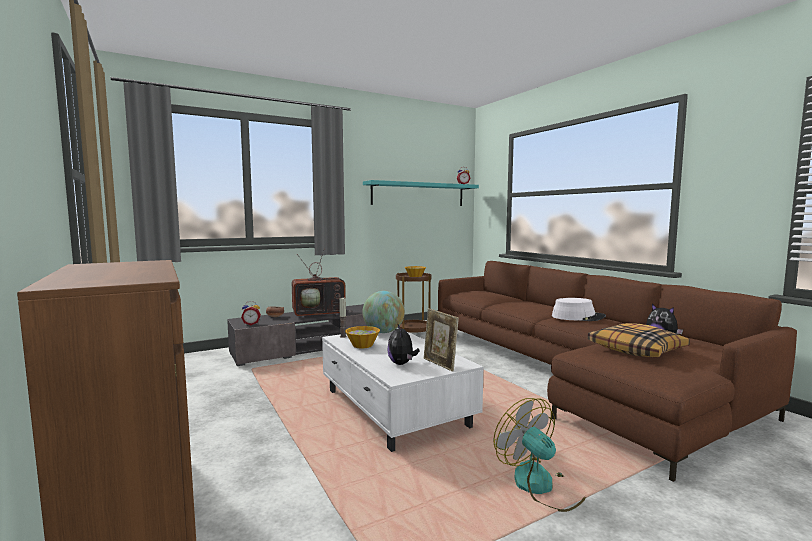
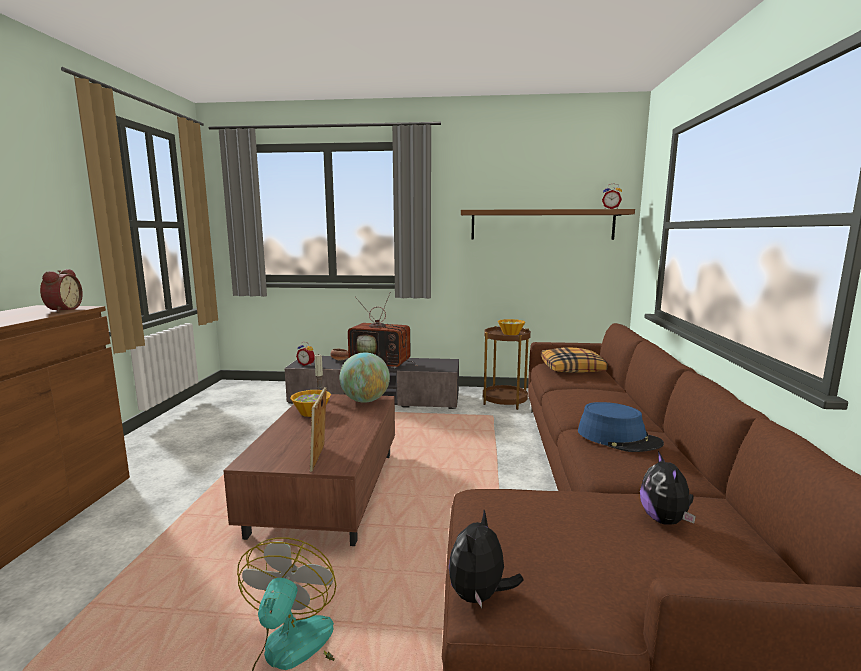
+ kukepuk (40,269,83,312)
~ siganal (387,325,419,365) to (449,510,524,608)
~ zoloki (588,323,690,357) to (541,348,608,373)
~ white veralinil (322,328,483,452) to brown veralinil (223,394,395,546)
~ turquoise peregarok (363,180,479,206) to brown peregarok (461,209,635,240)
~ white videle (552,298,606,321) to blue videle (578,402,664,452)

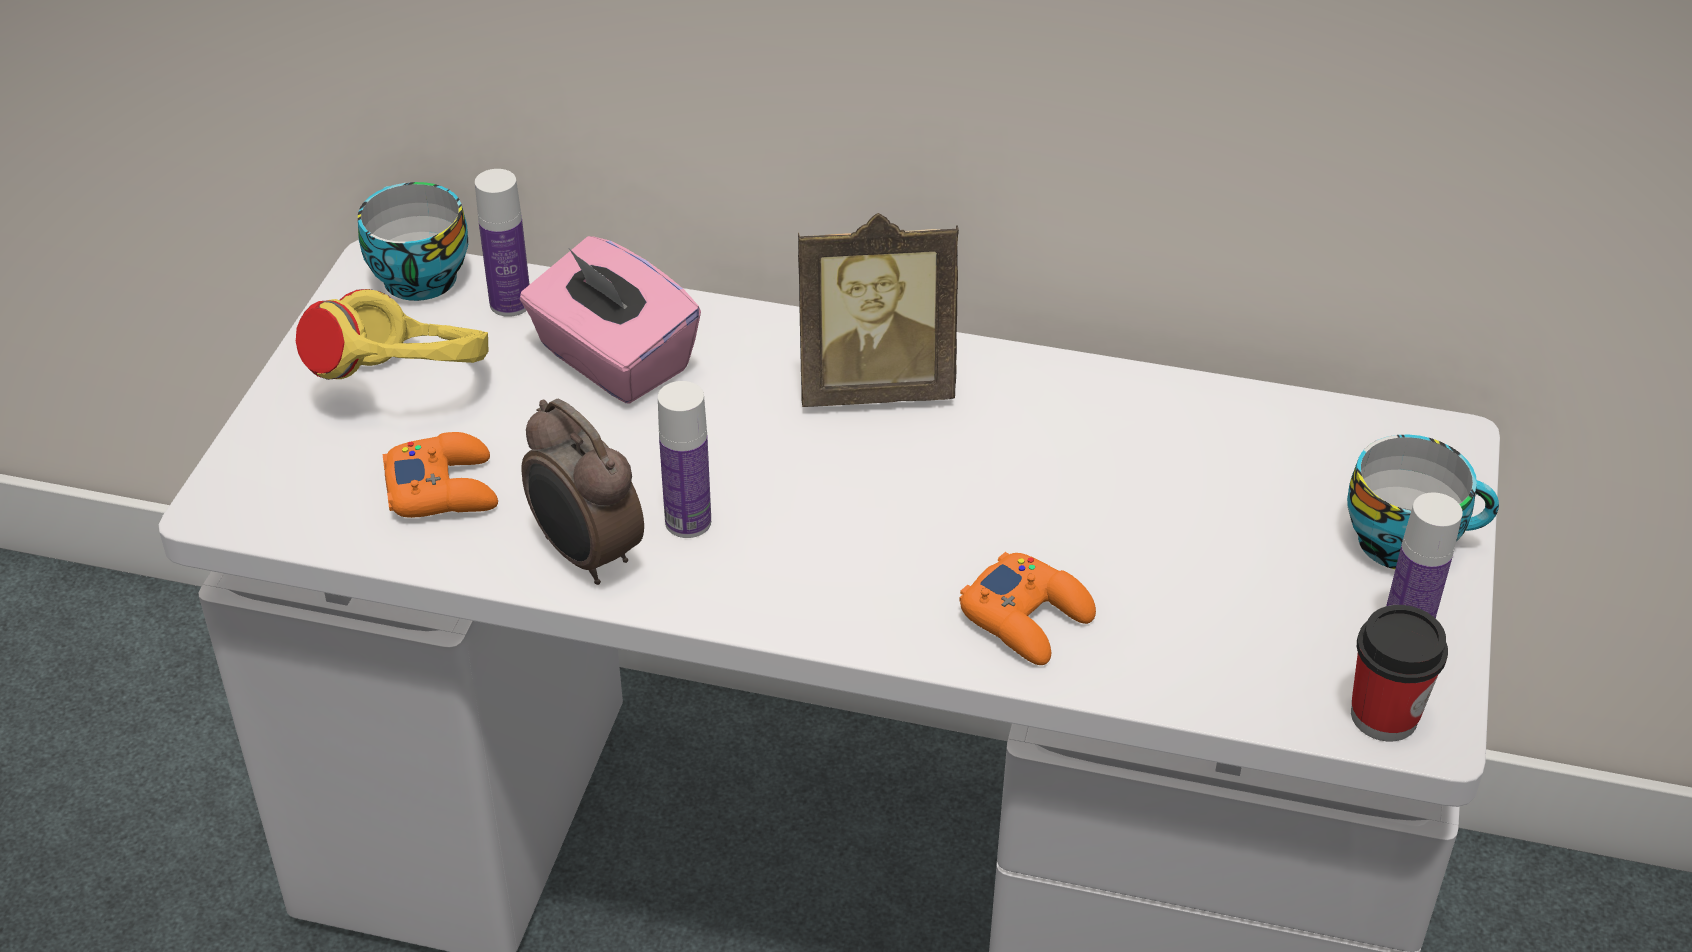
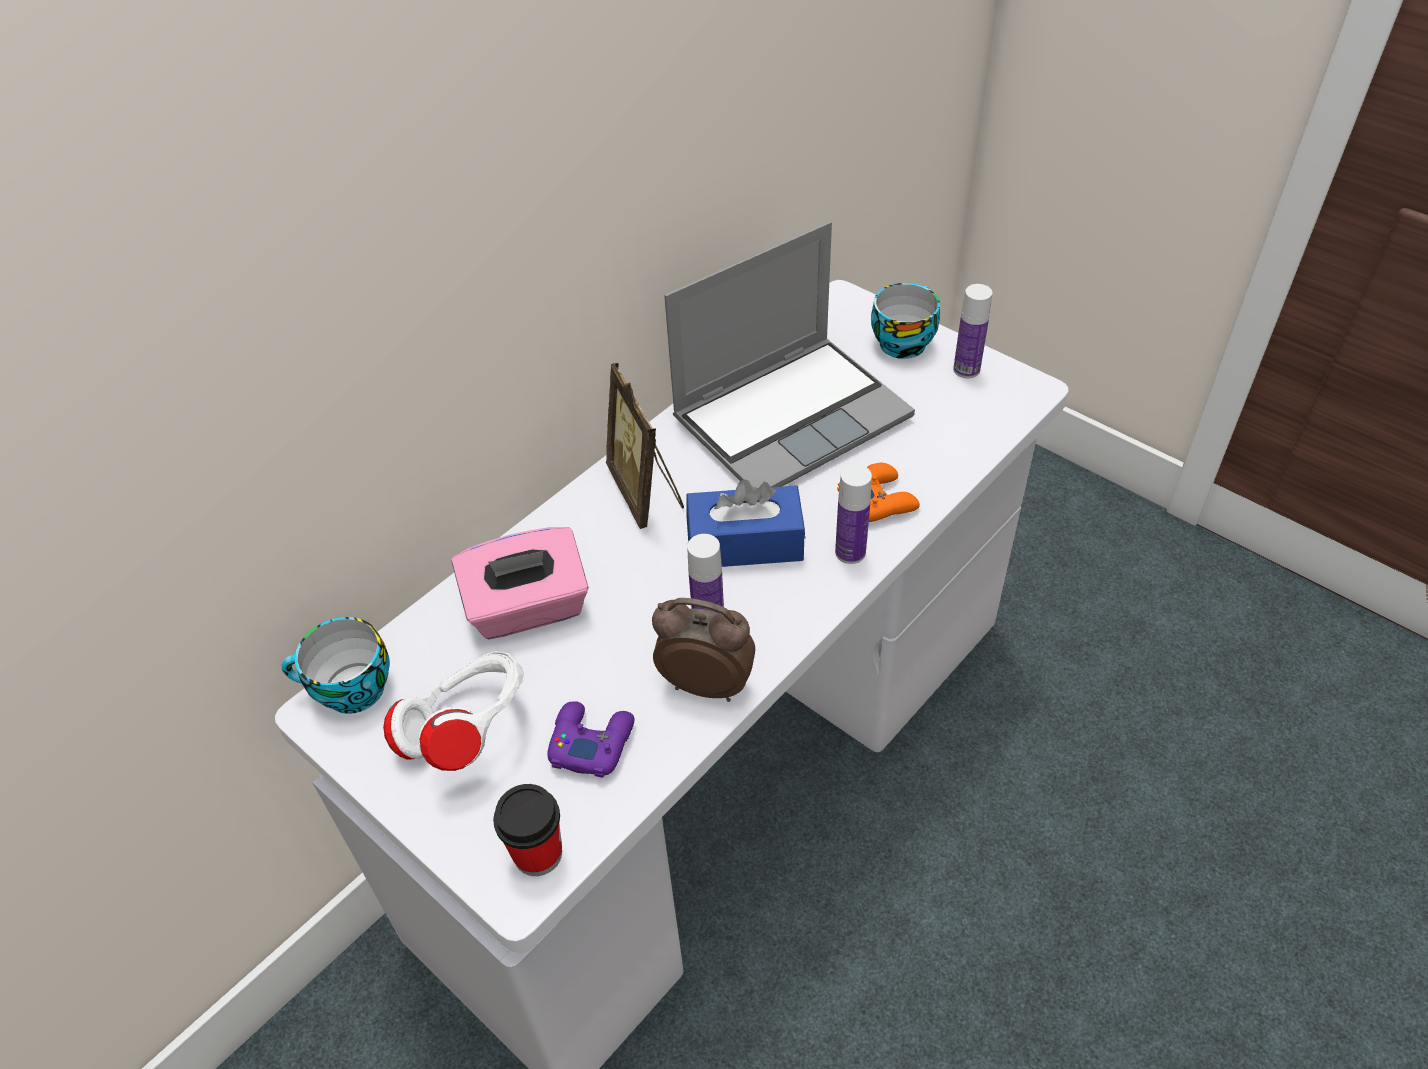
+ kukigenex (664,221,915,488)
+ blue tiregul (686,479,805,567)
~ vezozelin (475,169,530,317) to (835,464,872,564)
~ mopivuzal (1351,605,1448,741) to (493,784,562,876)
~ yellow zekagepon (296,289,488,380) to white zekagepon (383,651,524,771)
~ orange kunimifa (382,432,498,518) to purple kunimifa (547,701,634,778)
~ kukepuk (521,399,644,585) = (652,598,755,702) 150 degrees counterclockwise
~ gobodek (798,213,959,407) = (606,363,684,529) 135 degrees clockwise

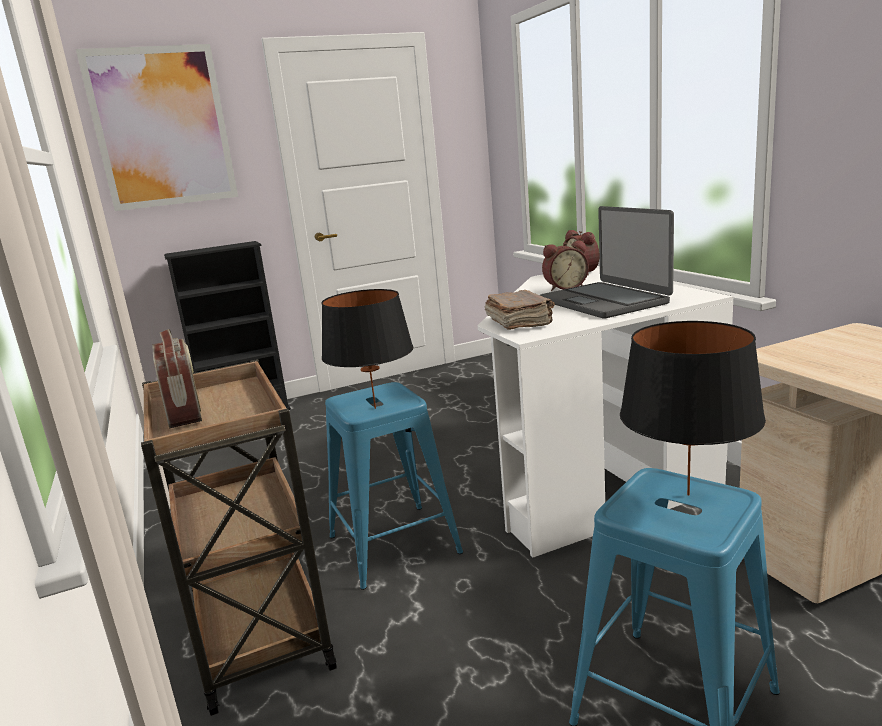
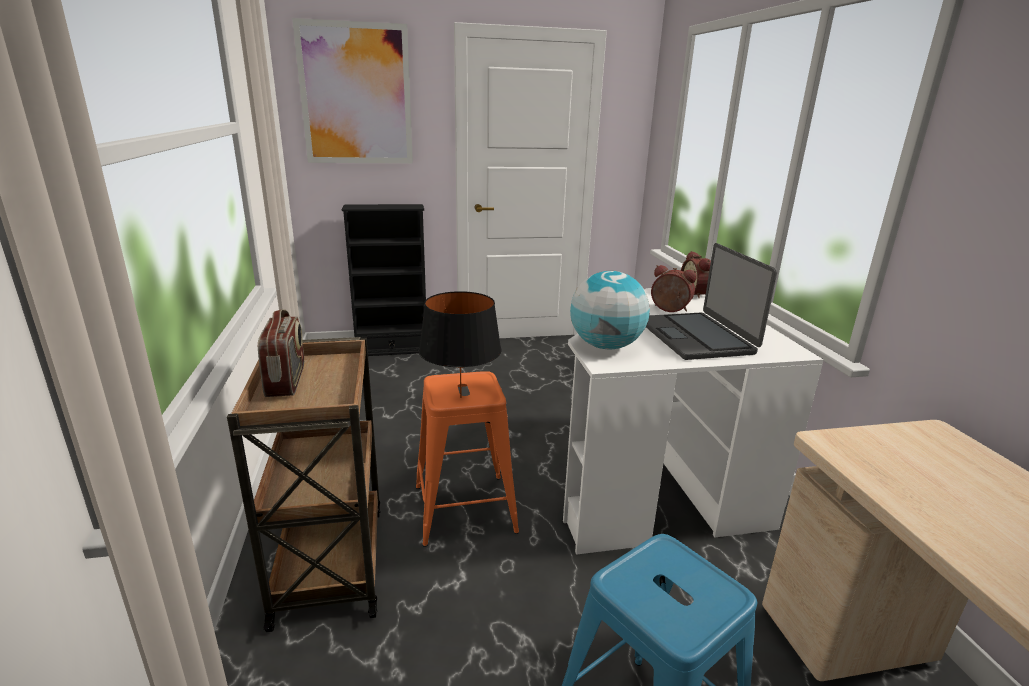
- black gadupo (620,321,766,496)
~ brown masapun (484,290,555,330) to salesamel (570,271,650,349)
~ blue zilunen (325,382,463,590) to orange zilunen (416,371,519,547)
~ kukepuk (542,240,589,291) = (651,265,697,312) 150 degrees counterclockwise

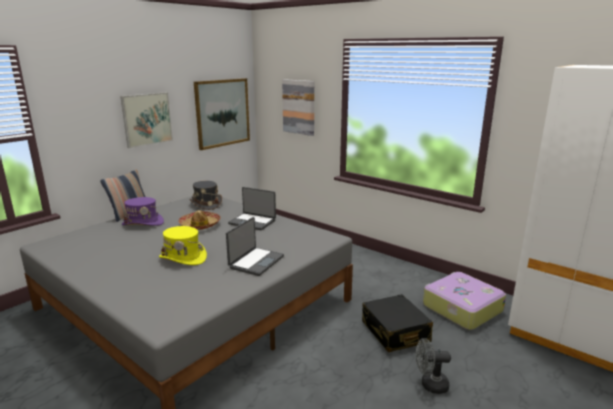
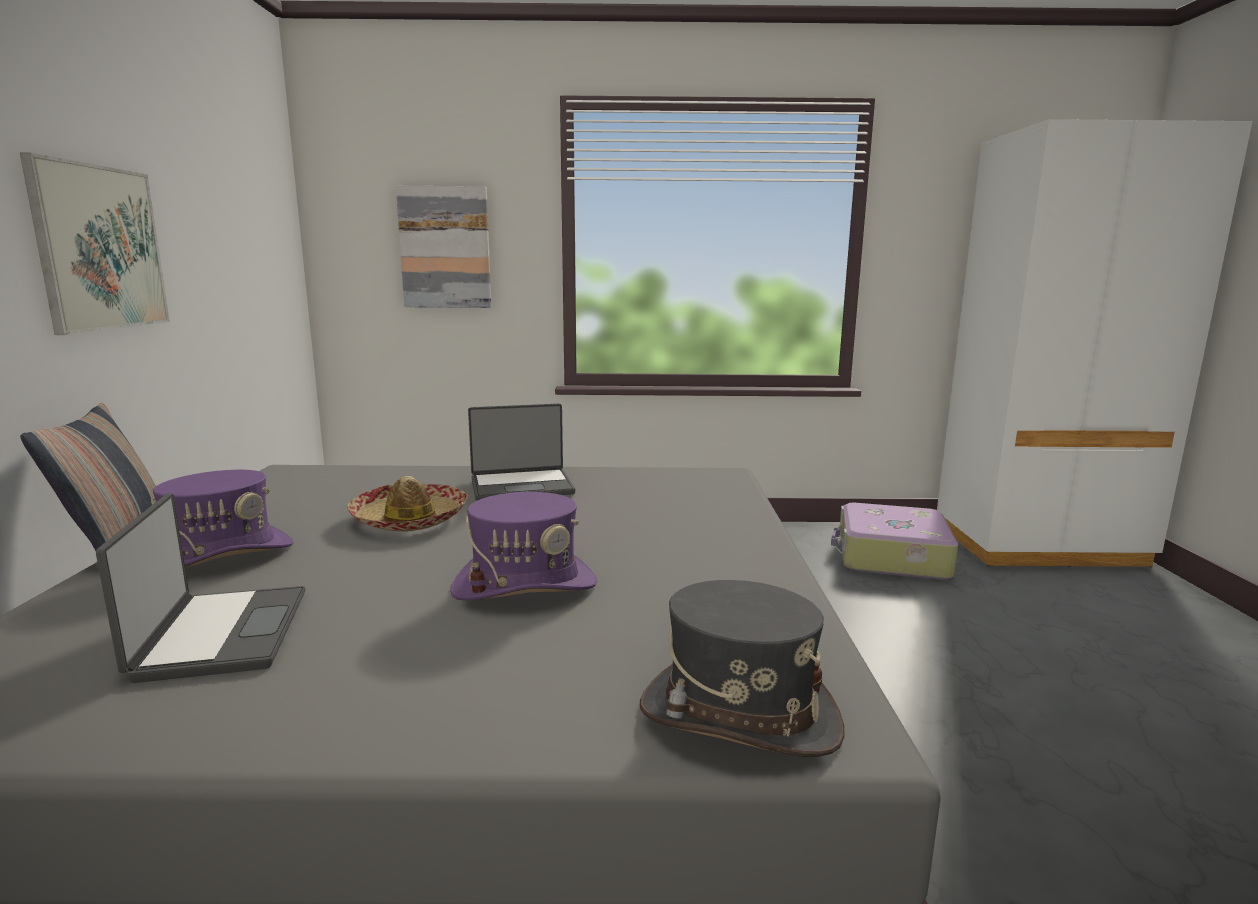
- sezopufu (194,78,250,150)
- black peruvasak (362,294,433,352)
- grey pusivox (416,338,451,394)
~ grey videle (189,181,222,210) to (640,580,845,757)
~ kukigenex (226,217,284,276) to (96,493,305,683)
~ yellow videle (159,226,207,265) to purple videle (450,492,597,601)

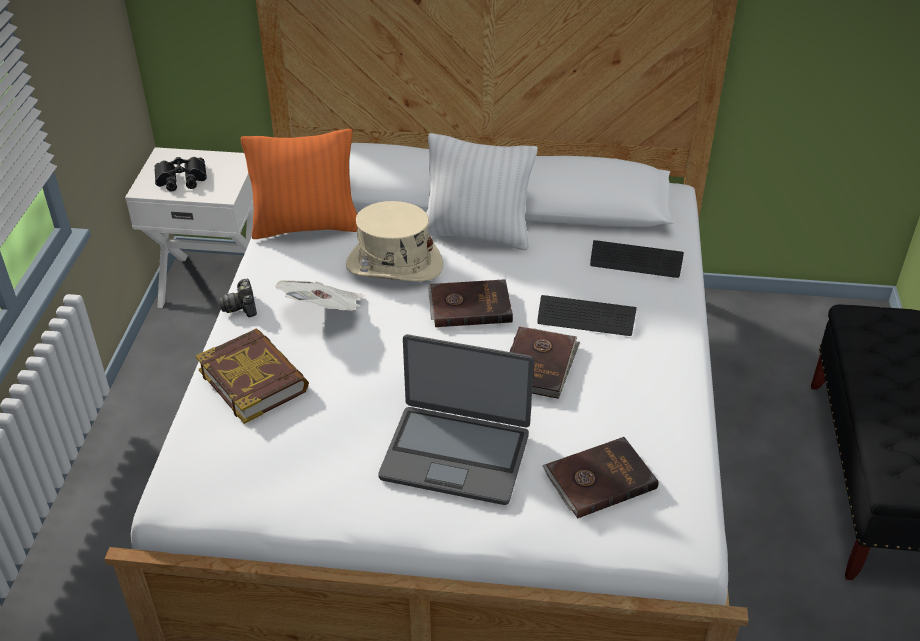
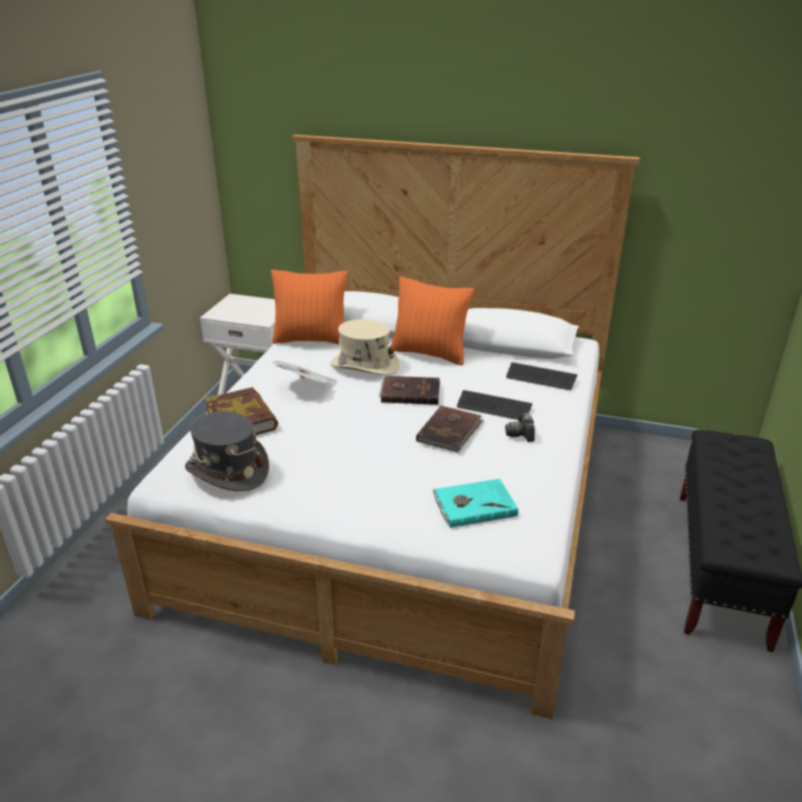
- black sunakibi (155,157,207,192)
- kukigenex (378,334,534,505)
+ grey videle (185,411,269,491)
~ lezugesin (219,279,257,317) to (505,413,535,442)
~ white zoloki (426,133,538,250) to orange zoloki (391,277,474,365)
~ brown masapun (543,437,658,519) to turquoise masapun (432,479,518,528)

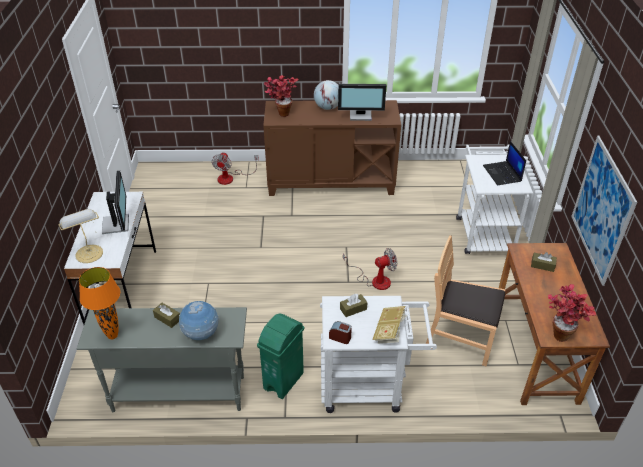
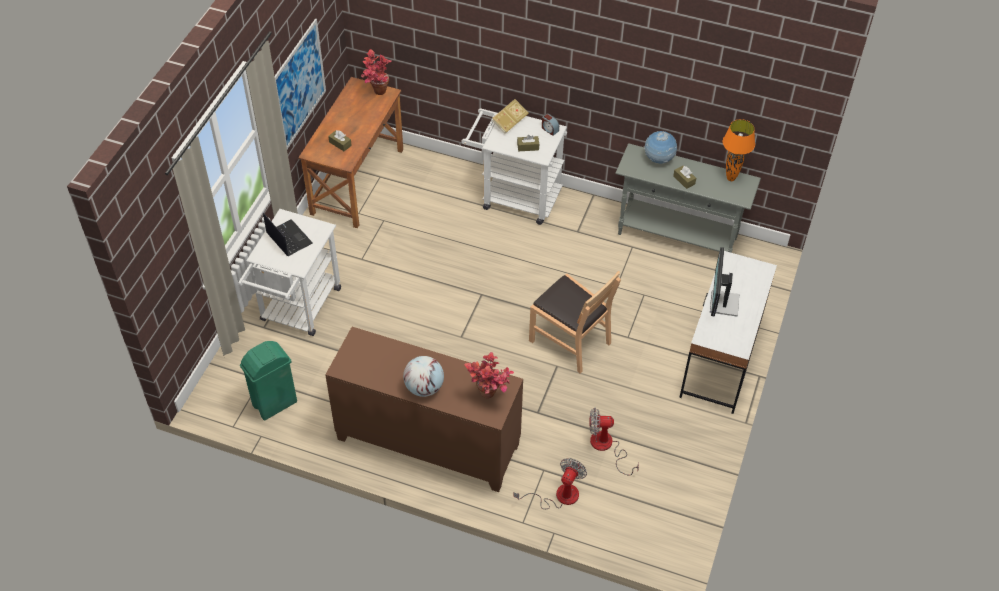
- gadupo (58,209,103,263)
- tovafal (338,84,386,121)
~ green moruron (257,314,304,399) to (240,341,297,421)
~ pusivox (343,248,397,290) to (589,408,639,476)
~ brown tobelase (426,235,505,367) to (529,271,621,373)
~ kukigenex (483,141,526,186) = (263,213,313,256) 45 degrees counterclockwise

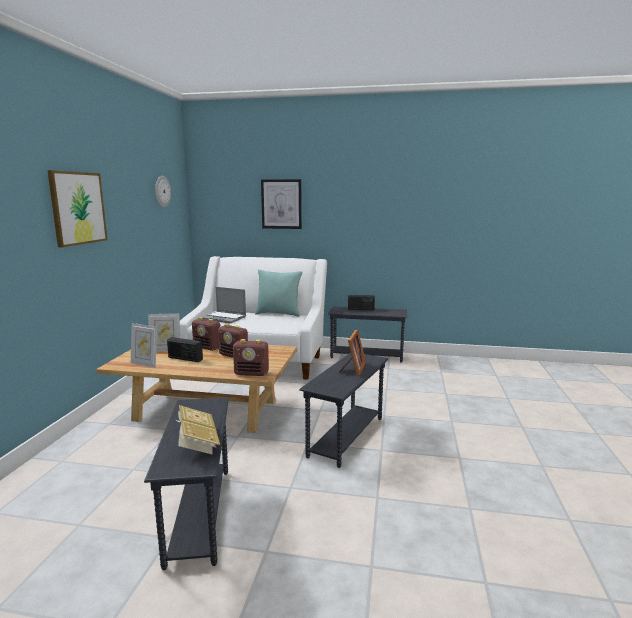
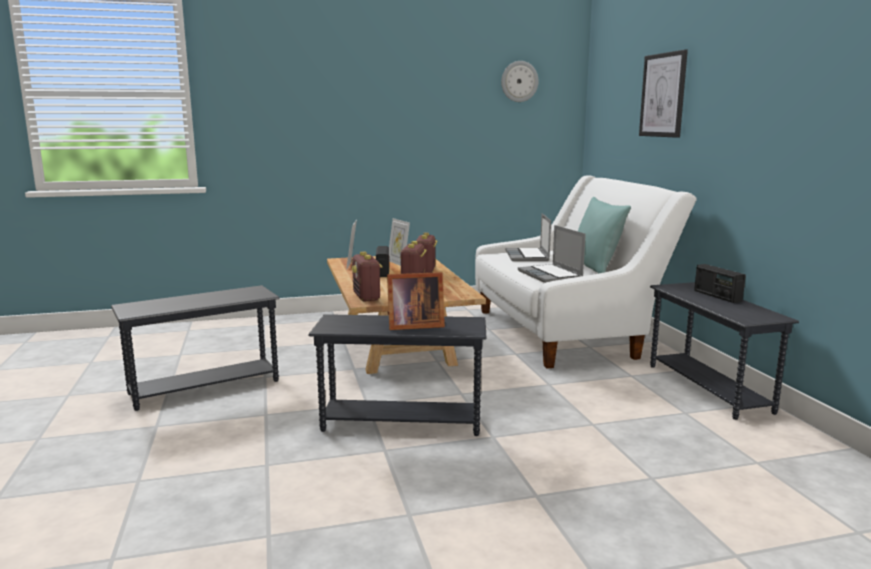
- sezopufu (47,170,107,247)
- masapun (176,405,220,454)
+ kukigenex (518,225,586,283)

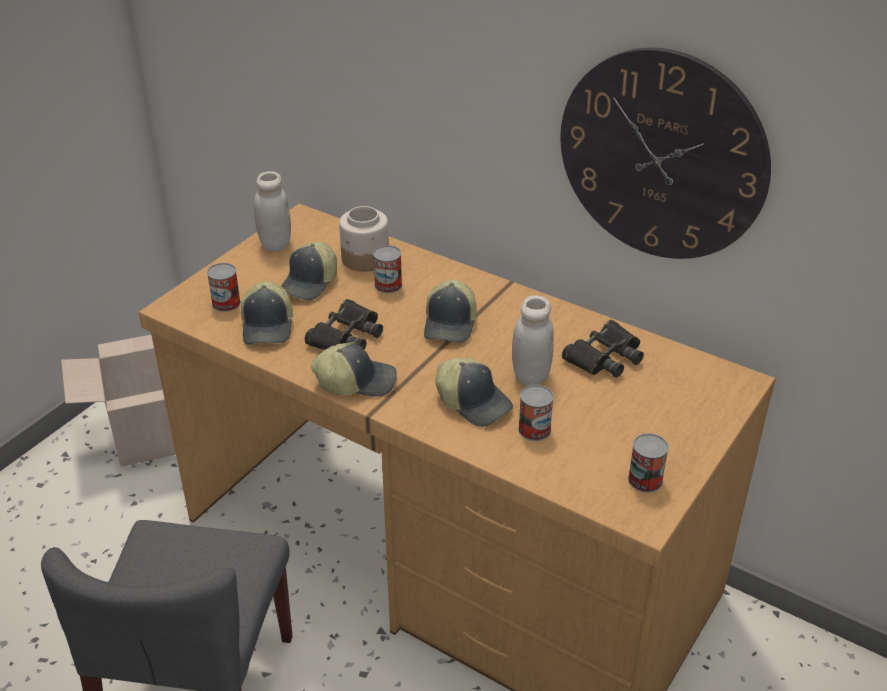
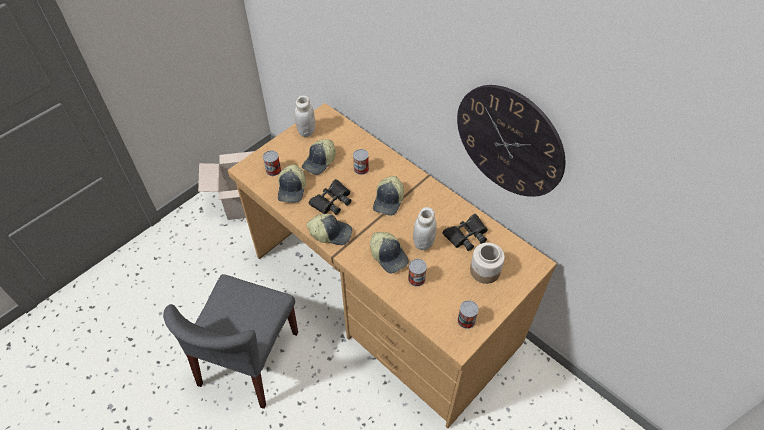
~ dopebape (339,206,389,272) to (470,243,505,284)

